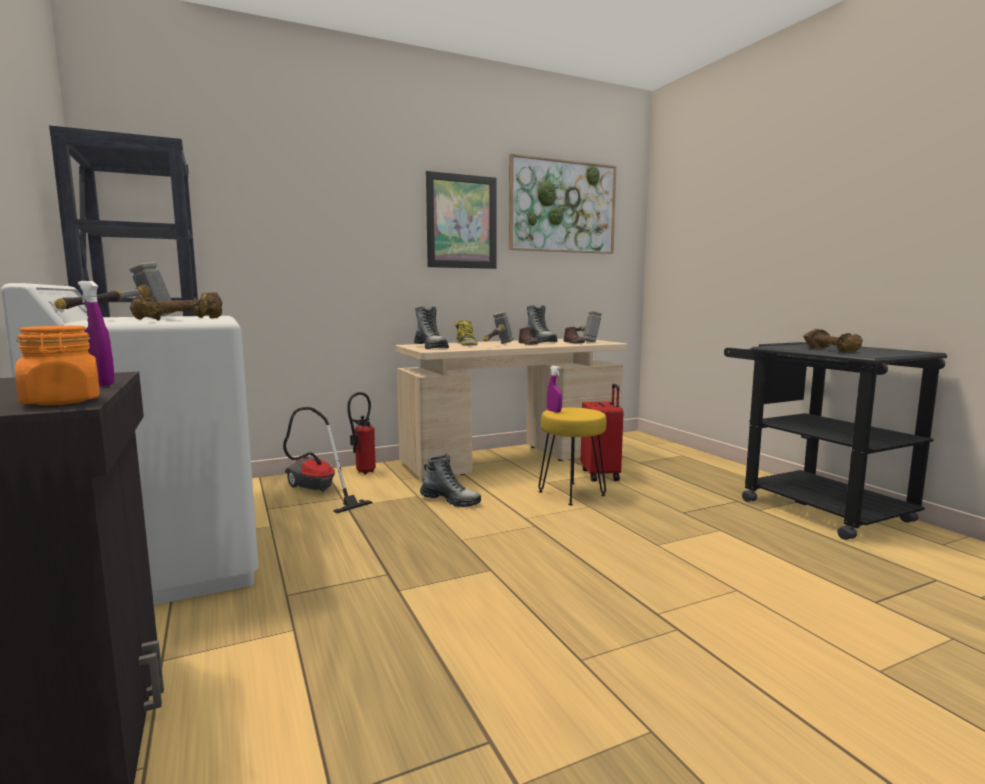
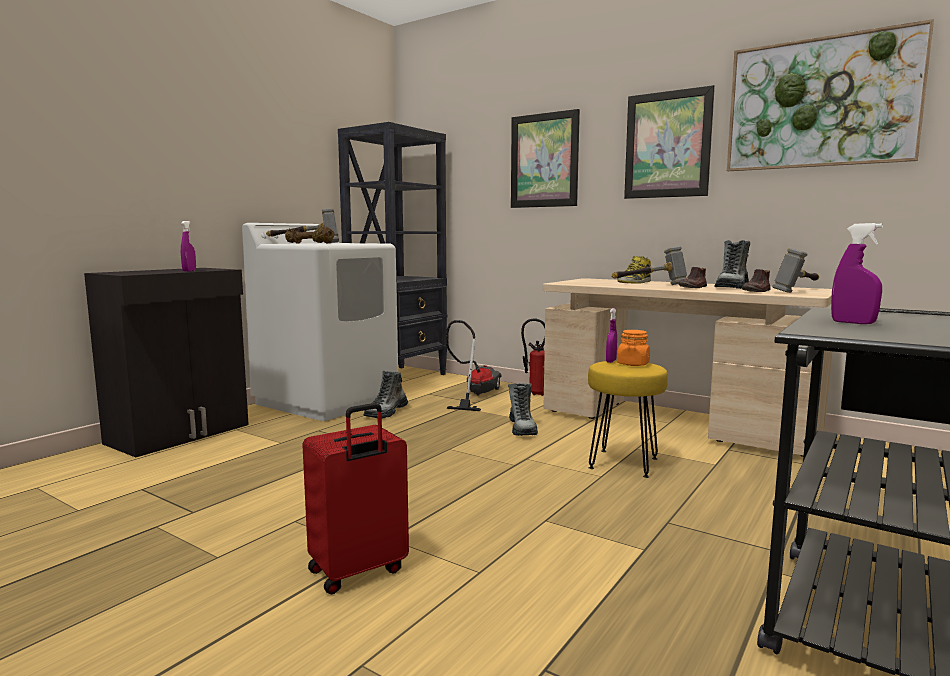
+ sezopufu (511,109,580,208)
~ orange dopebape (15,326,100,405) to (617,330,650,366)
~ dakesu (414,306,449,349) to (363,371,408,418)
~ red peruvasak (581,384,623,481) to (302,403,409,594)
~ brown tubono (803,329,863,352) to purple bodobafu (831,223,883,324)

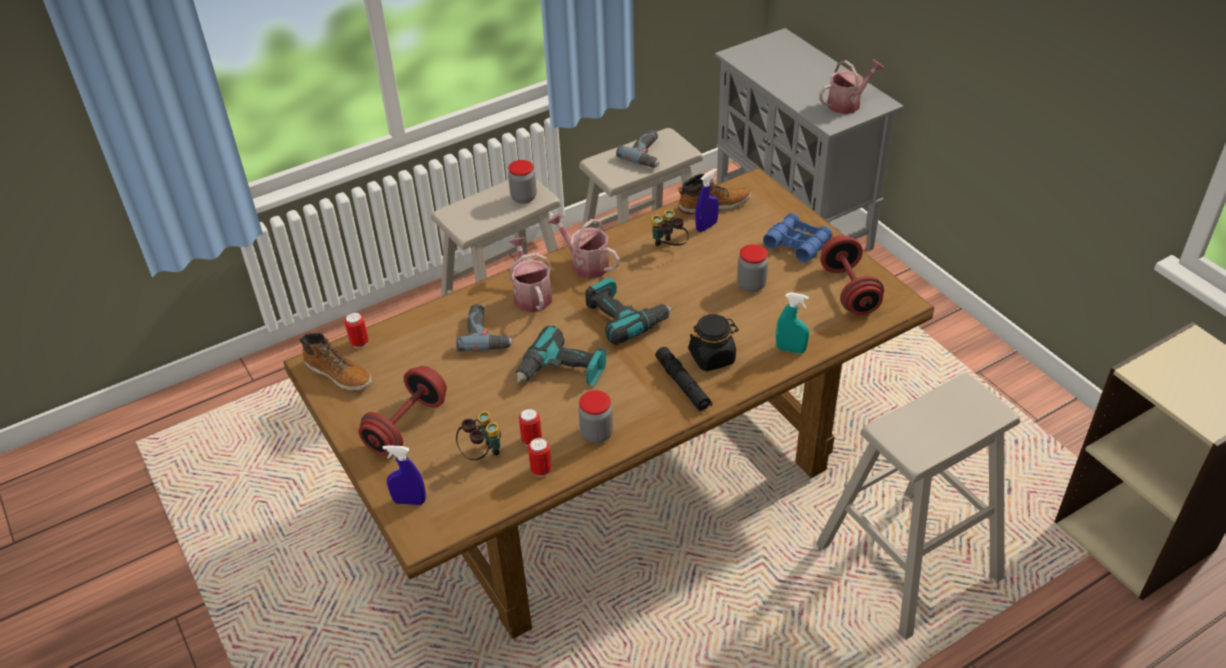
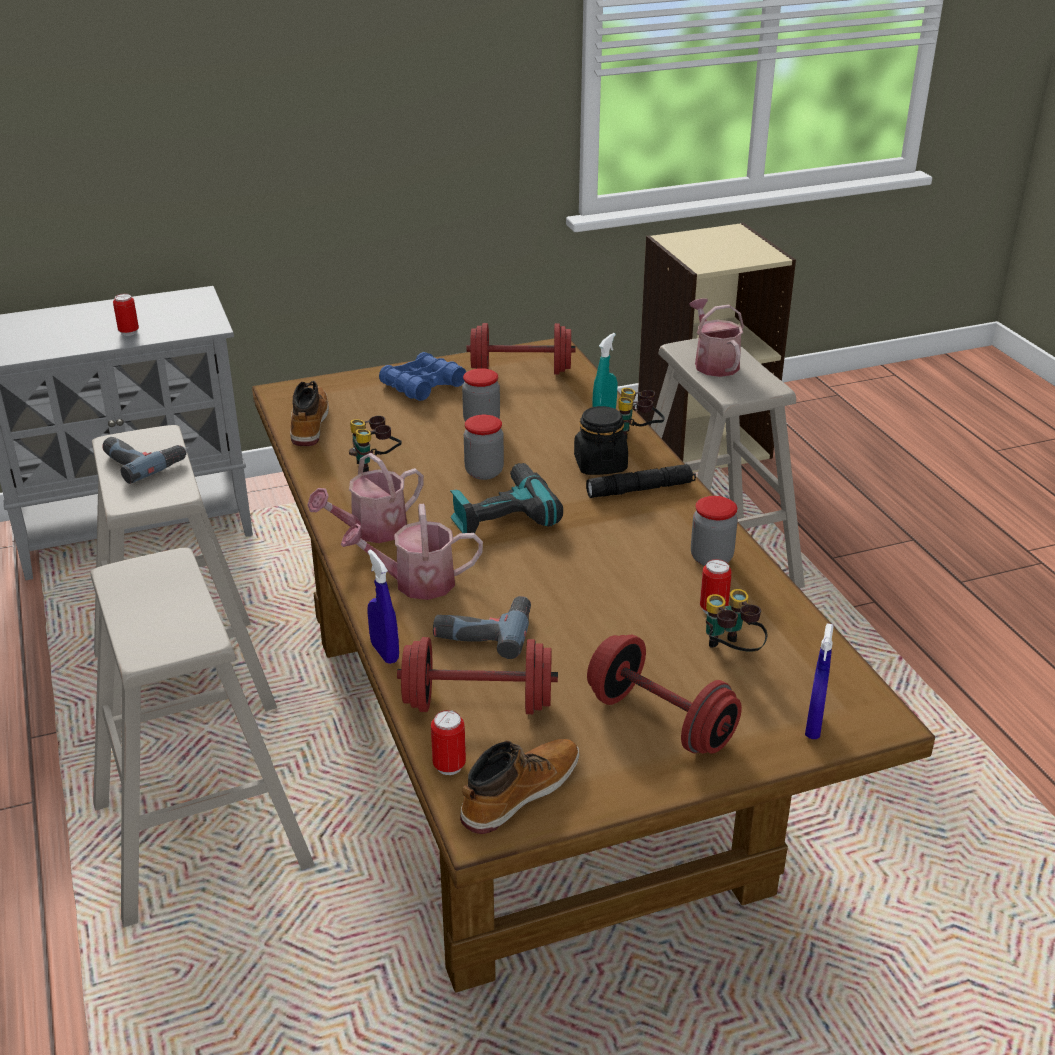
- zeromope (516,325,606,386)
+ red tubono (397,637,558,714)
+ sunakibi (618,388,665,440)
~ dopebape (508,160,537,204) to (464,415,504,480)
~ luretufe (528,438,552,477) to (113,294,139,336)
~ blue bodobafu (695,168,719,232) to (367,549,399,664)
~ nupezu (819,59,884,114) to (689,298,744,377)

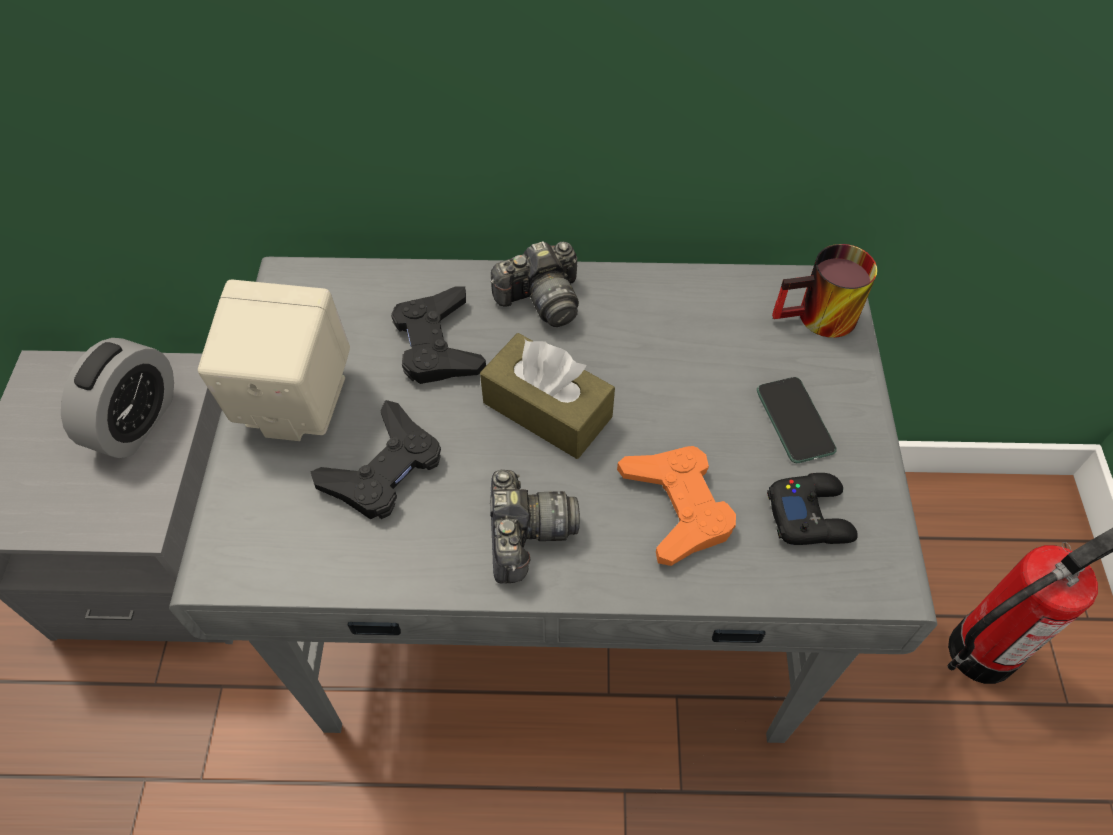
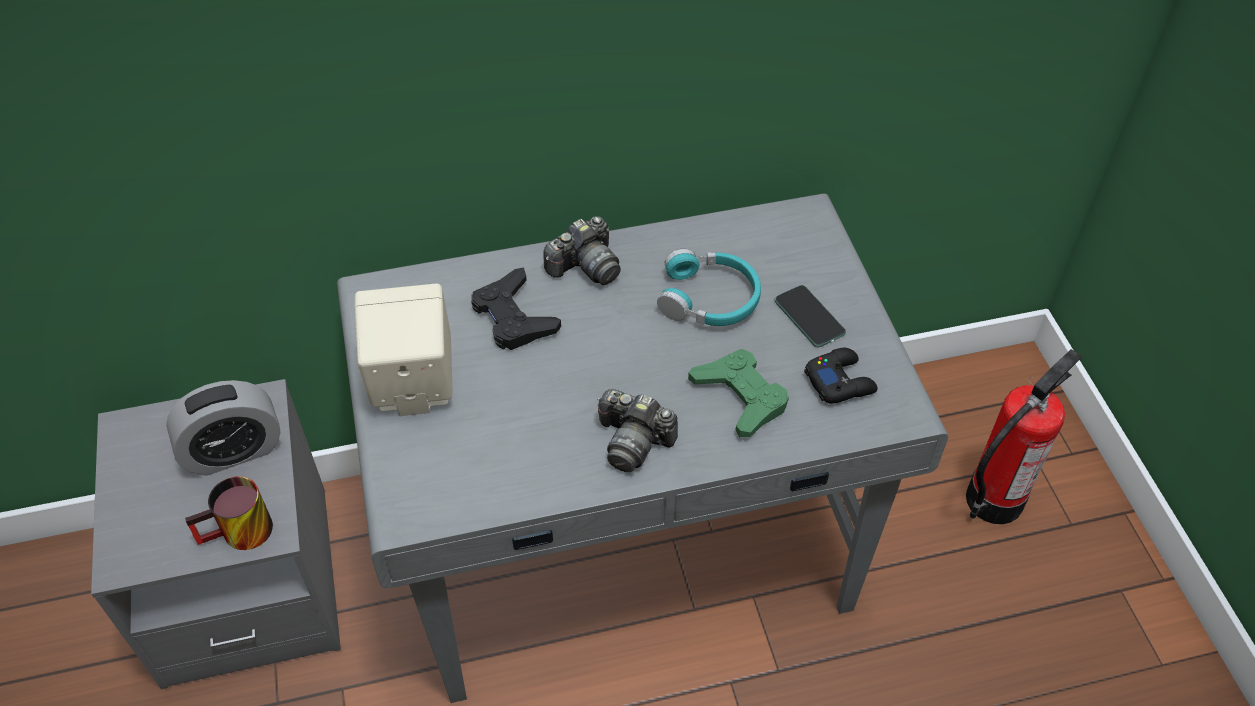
- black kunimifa (310,400,441,519)
- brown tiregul (480,333,615,459)
+ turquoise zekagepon (657,249,761,326)
~ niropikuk (772,244,878,338) to (185,476,273,550)
~ orange kunimifa (617,446,736,566) to green kunimifa (688,349,789,437)
~ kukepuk (61,338,174,458) = (166,380,280,476) 60 degrees clockwise
~ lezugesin (490,470,580,584) = (597,389,678,472) 135 degrees clockwise

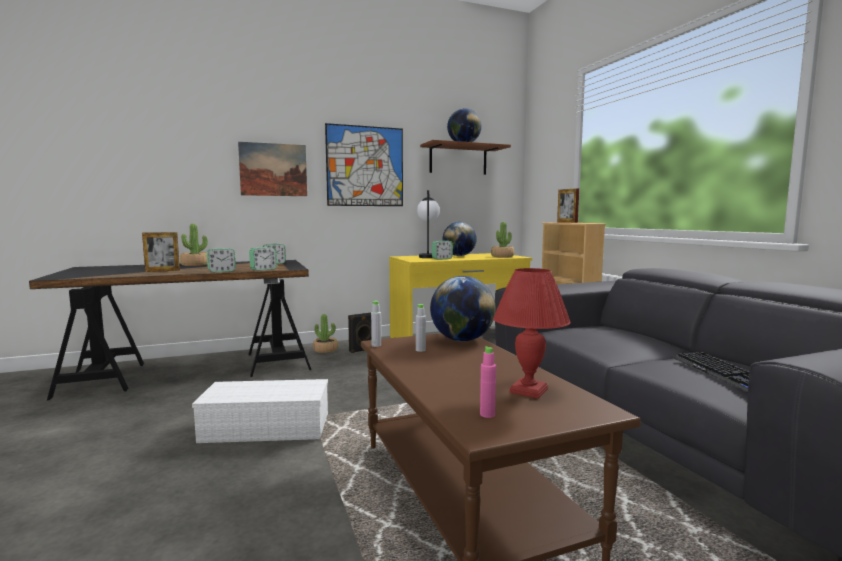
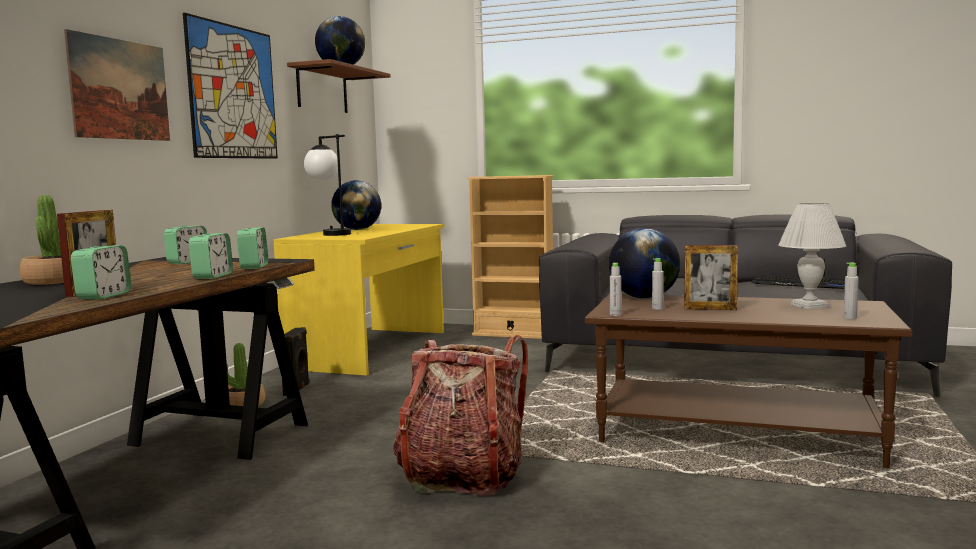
- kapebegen (491,222,514,258)
~ kukepuk (432,241,453,260) to (71,245,131,299)
~ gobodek (557,188,579,223) to (684,245,738,310)
~ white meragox (192,379,328,443) to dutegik (393,335,528,496)
~ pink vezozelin (480,346,496,418) to grey vezozelin (844,263,859,319)
~ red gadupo (493,268,571,399) to white gadupo (778,203,846,309)

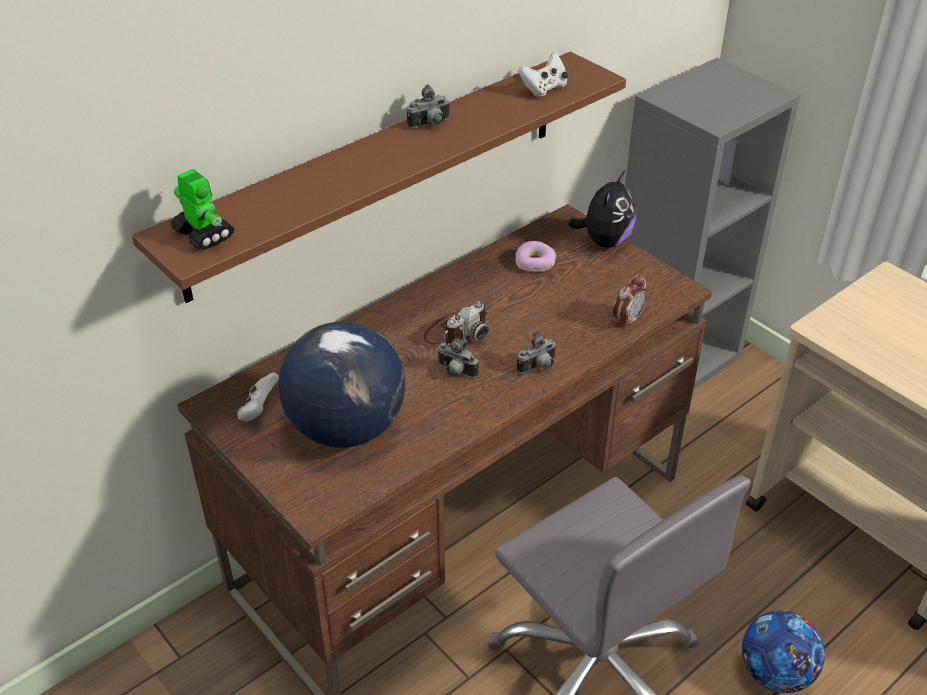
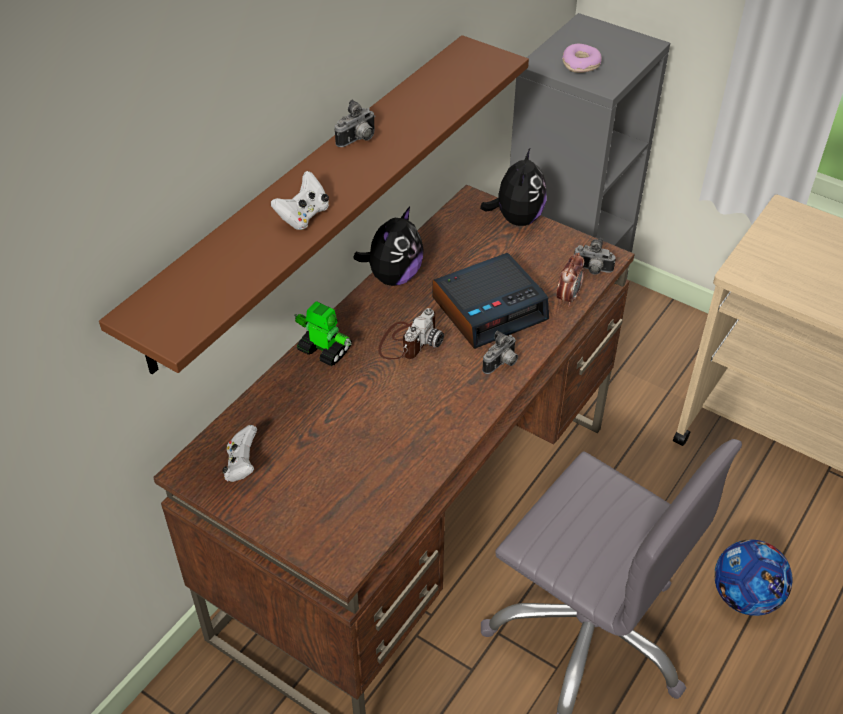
- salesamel (278,321,405,448)
+ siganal (353,207,424,286)
+ kukepuk (432,253,549,349)
~ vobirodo (170,169,234,250) to (294,301,352,366)
~ lezugesin (437,338,478,378) to (573,238,616,275)
~ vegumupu (515,241,556,272) to (562,44,602,73)
~ white kunimifa (518,52,568,97) to (271,171,329,230)

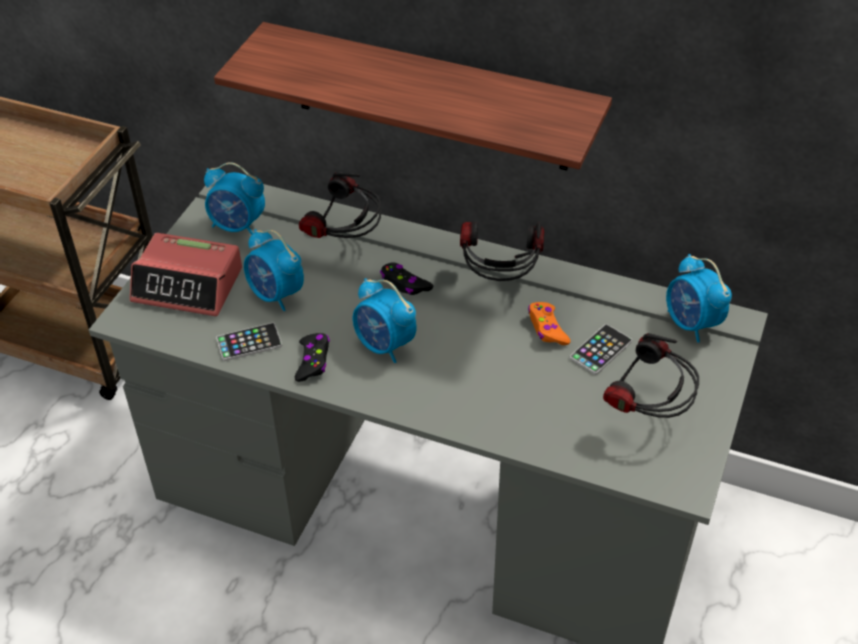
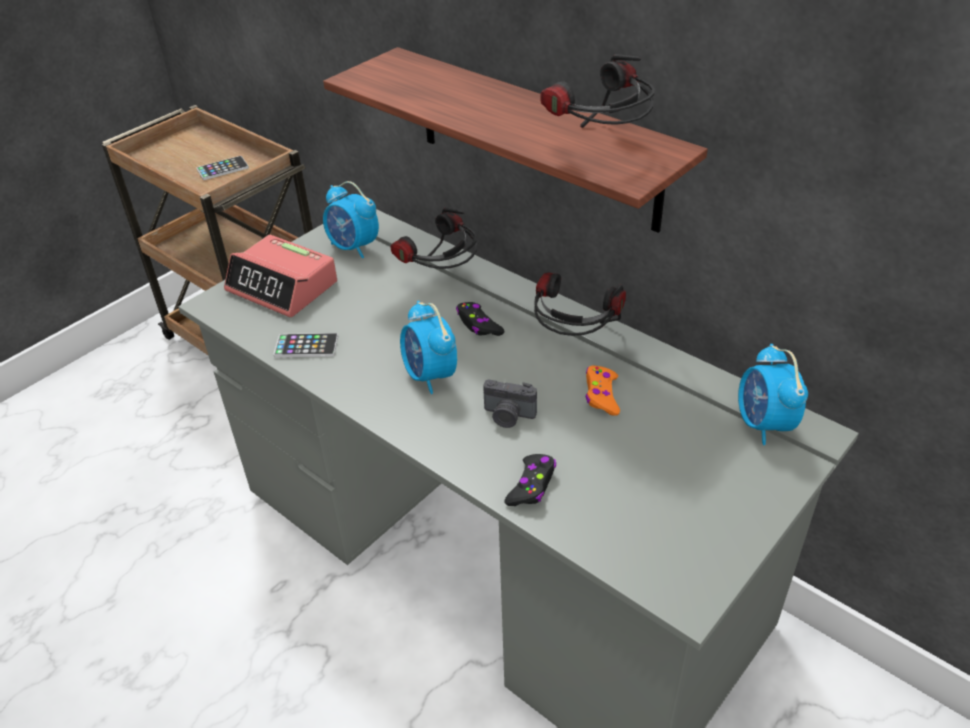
- kukepuk (244,229,304,311)
+ lezugesin (483,379,537,428)
~ black kunimifa (295,333,330,382) to (504,454,556,506)
~ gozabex (570,324,632,375) to (197,156,249,180)
~ zekagepon (603,333,699,418) to (540,54,655,128)

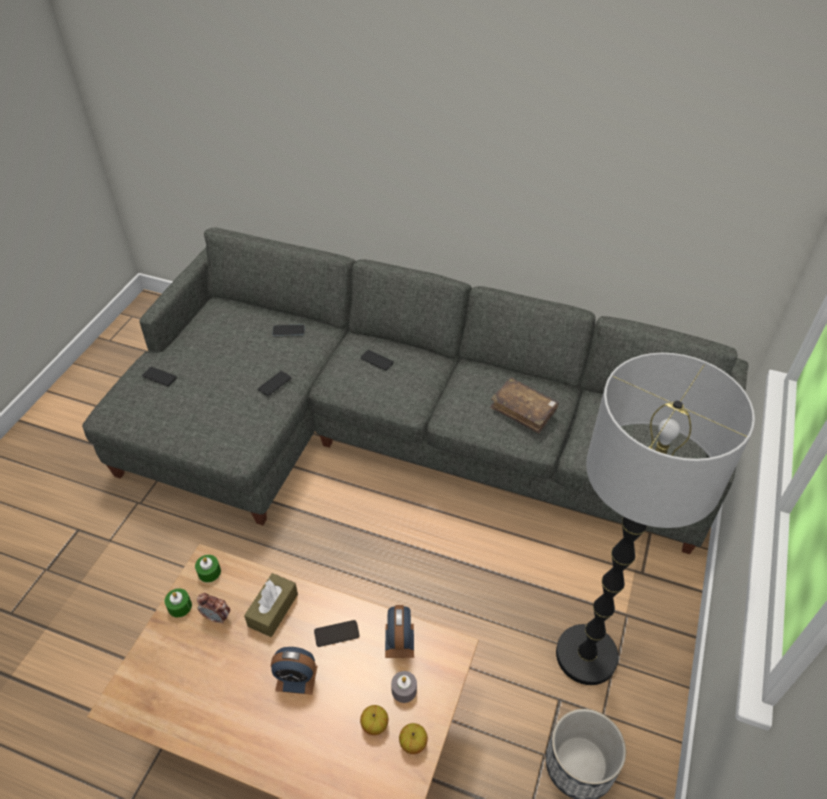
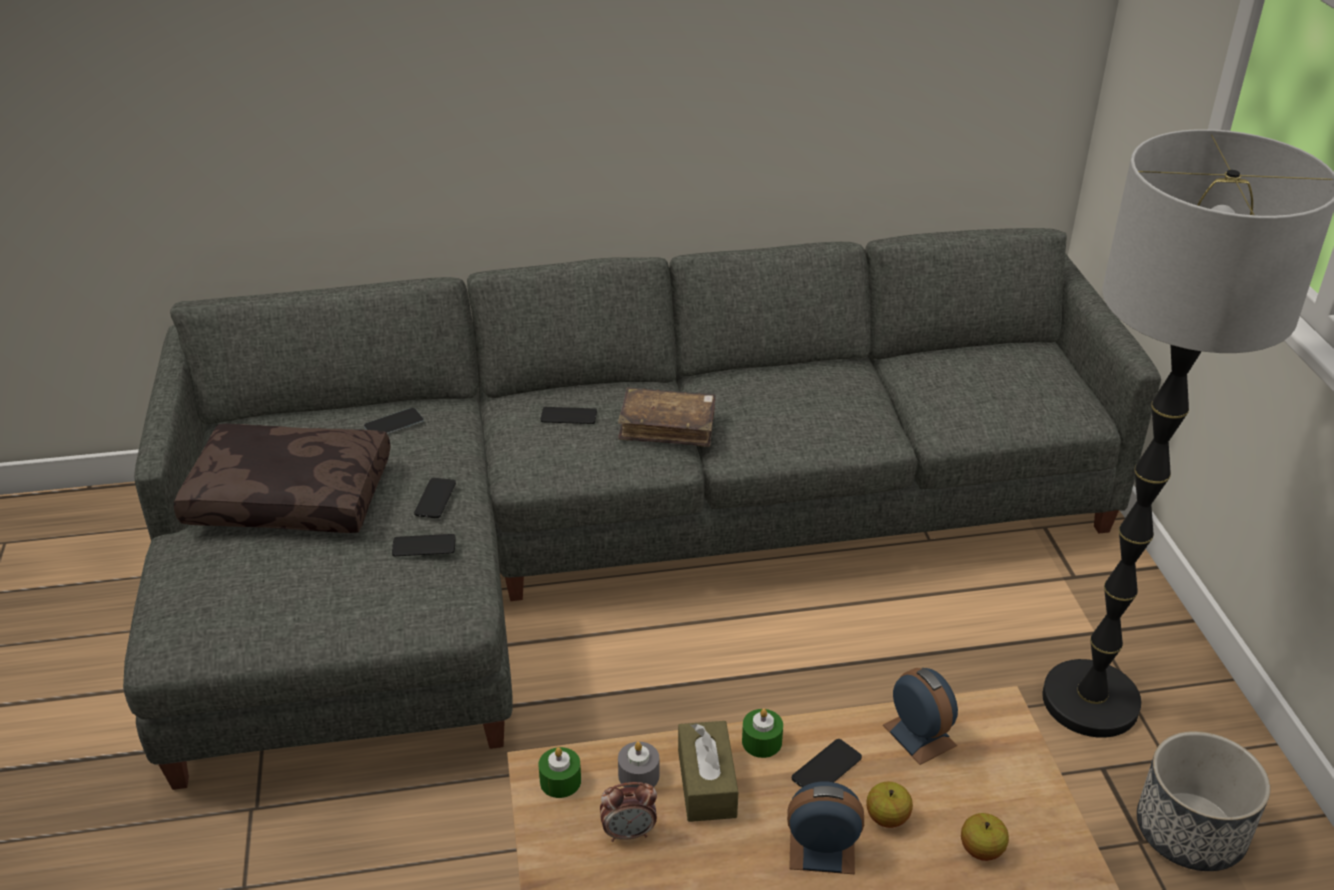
+ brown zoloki (174,423,391,533)
~ gozabex (142,367,177,386) to (392,534,456,556)
~ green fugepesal (164,588,192,617) to (742,708,783,758)
~ grey fugepesal (391,671,417,703) to (618,742,659,788)
~ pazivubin (399,723,428,754) to (867,782,913,828)
~ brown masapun (490,378,559,434) to (618,387,716,447)
~ kukepuk (271,647,318,695) = (787,782,864,874) 150 degrees counterclockwise

